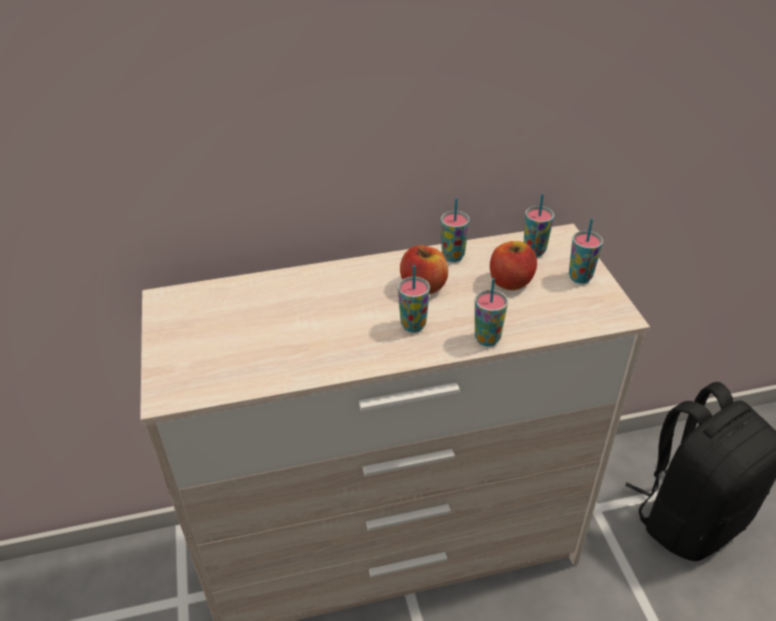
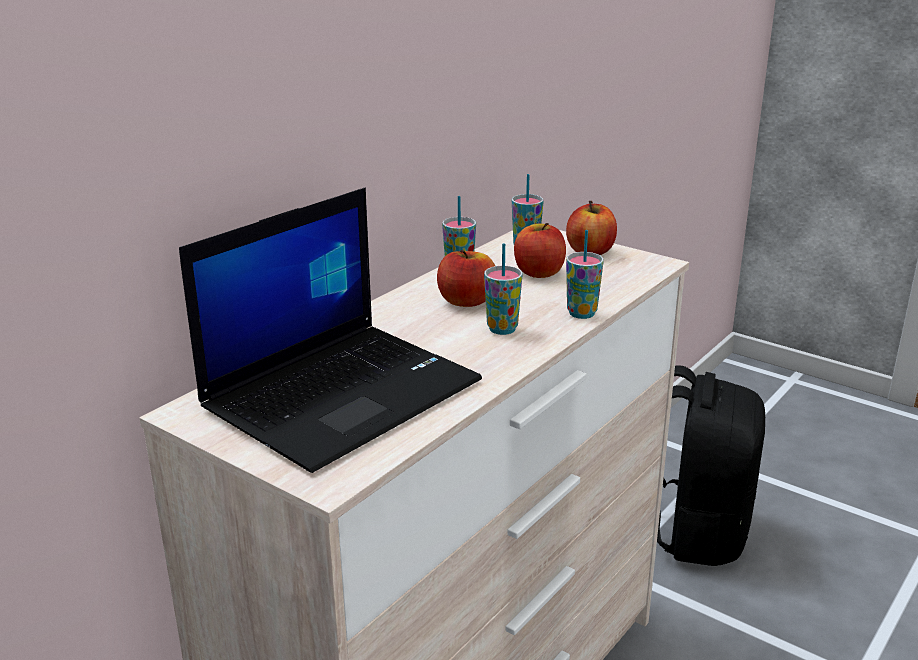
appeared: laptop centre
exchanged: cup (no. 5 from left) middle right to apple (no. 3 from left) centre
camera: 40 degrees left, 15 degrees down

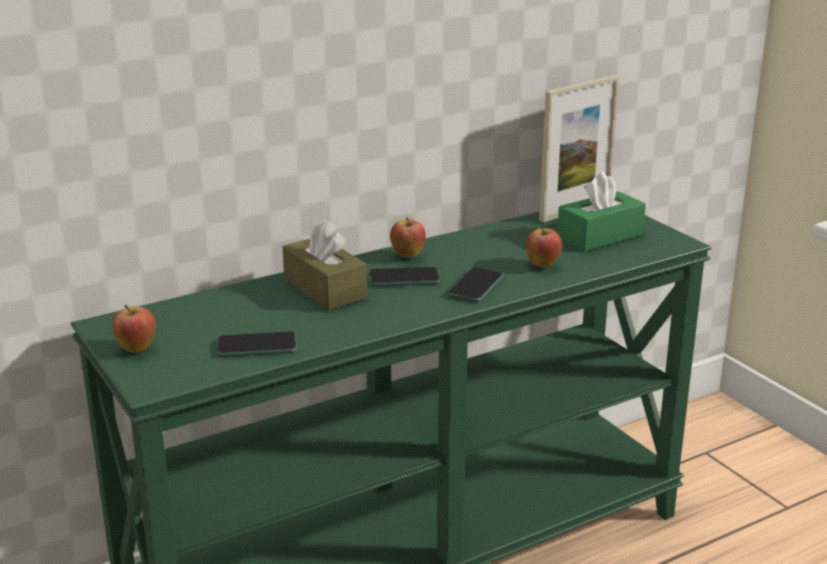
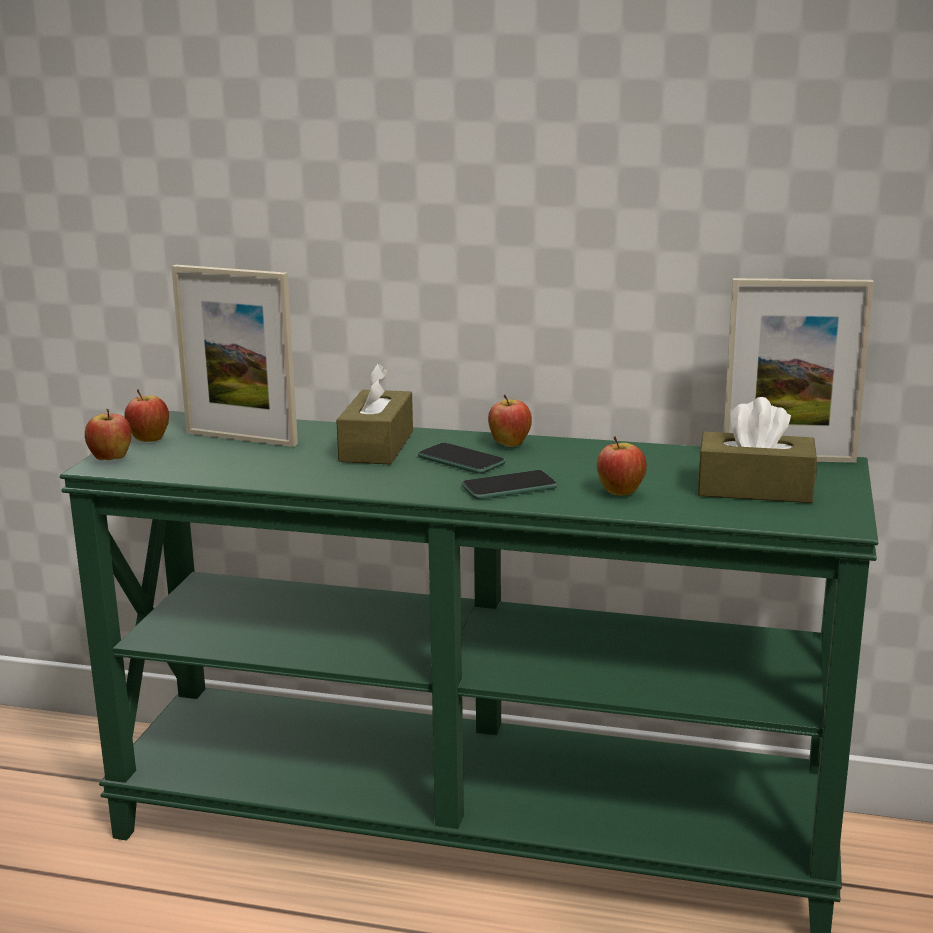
missing: phone (no. 1 from left) middle left
appeared: apple (no. 1 from left) middle left; picture frame (no. 1 from left) middle left
colour: green tissue box middle right to brown tissue box (no. 2 from left) middle right
camera: 45 degrees right, 5 degrees down

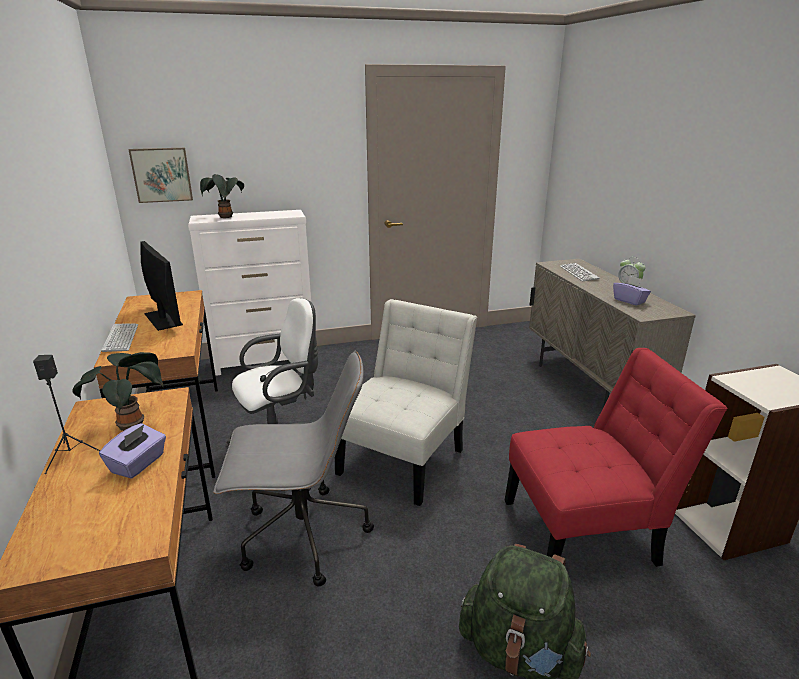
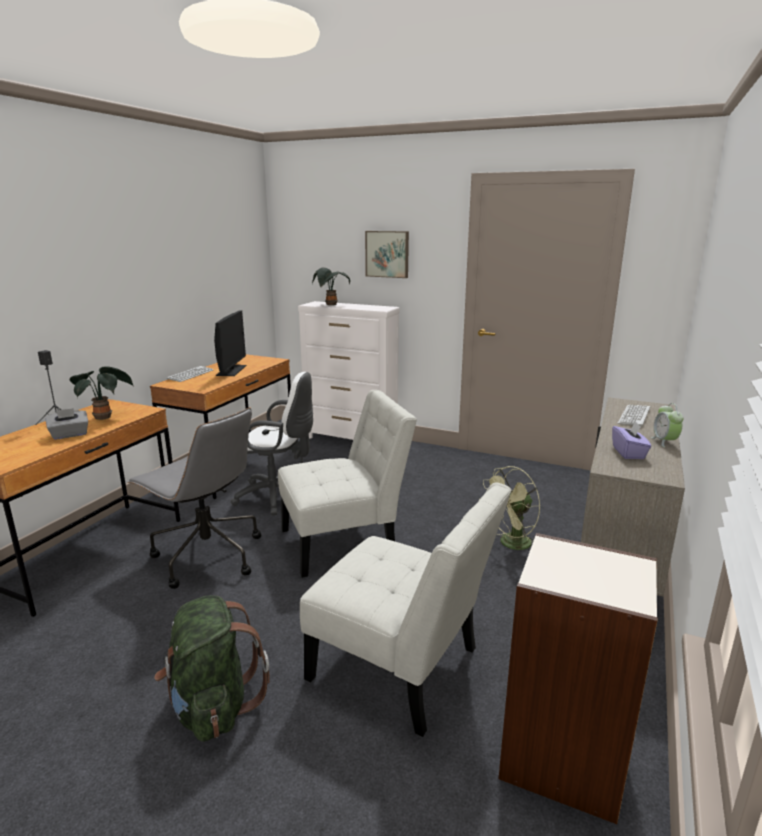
appeared: green fan middle right
relocated: picture top left to top centre
colour: purple tissue box (no. 1 from left) middle left to grey tissue box middle left; red chair bottom right to white chair (no. 2 from left) bottom centre
camera: 40 degrees right, 5 degrees down

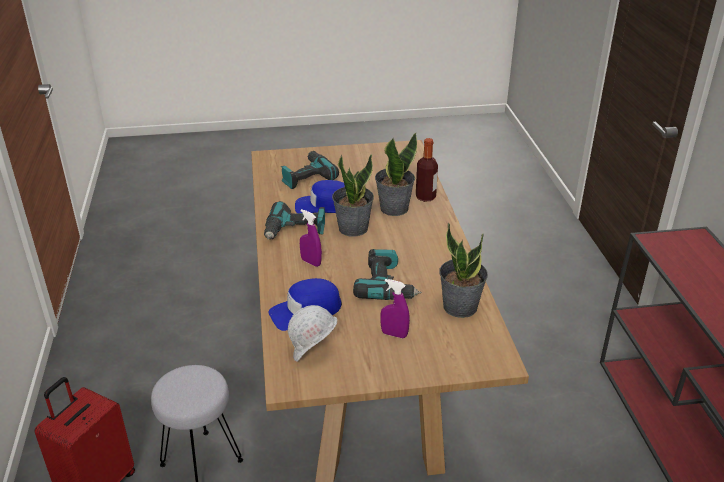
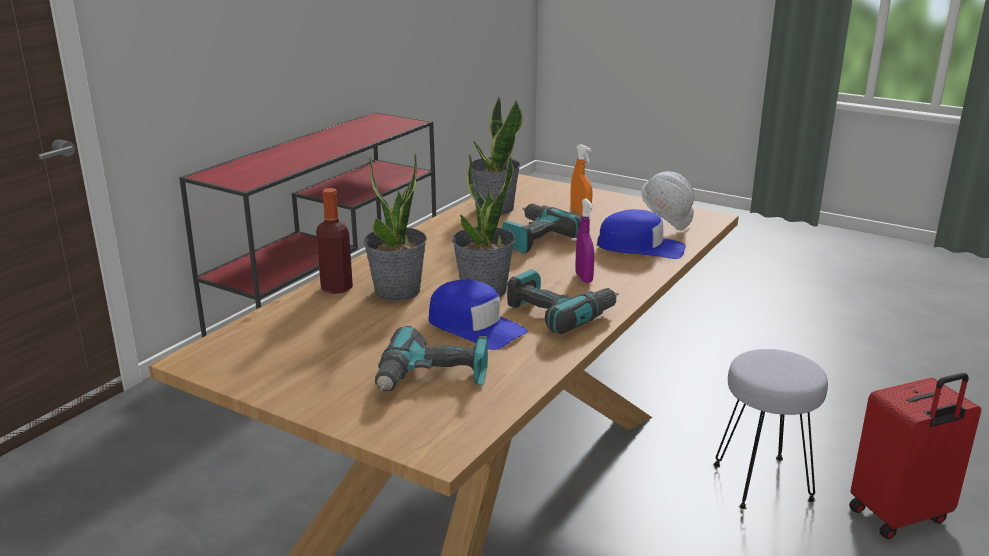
colour: purple spray bottle (no. 2 from left) centre to orange spray bottle top centre
camera: 140 degrees left, 10 degrees down

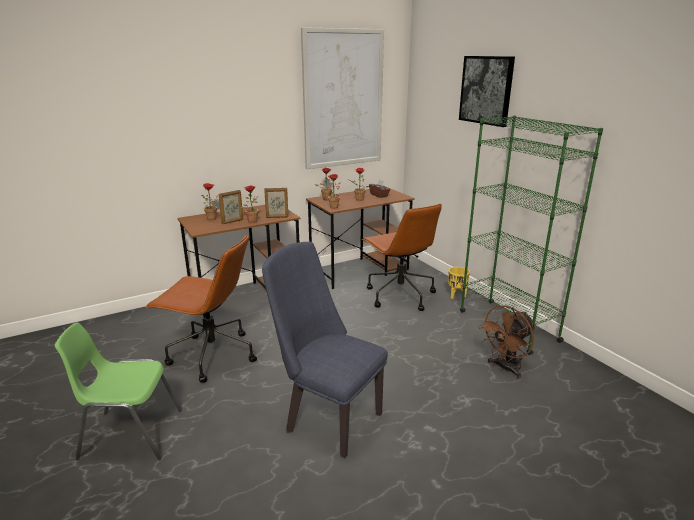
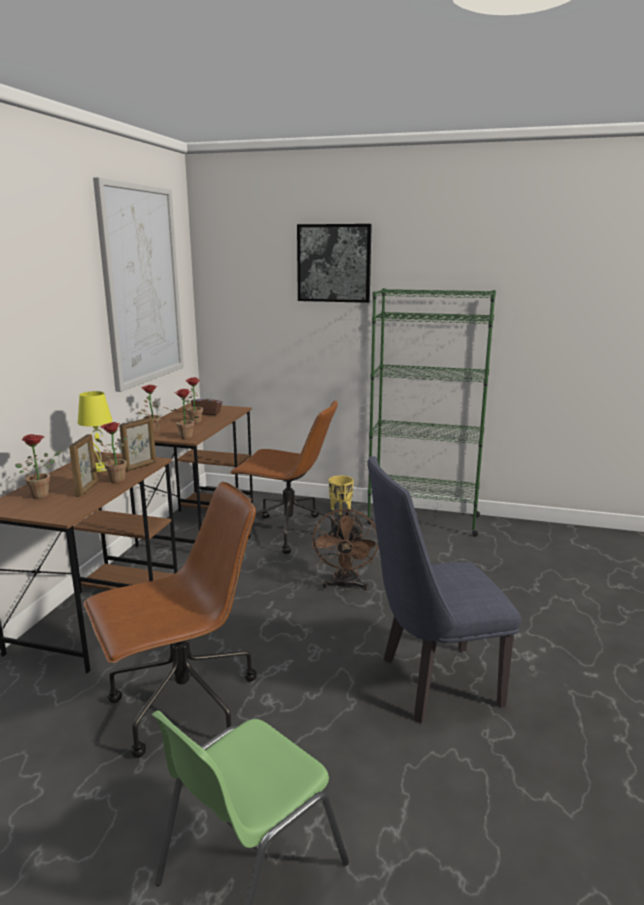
appeared: yellow table lamp middle left
relocated: brown fan middle right to centre
camera: 45 degrees left, 5 degrees down

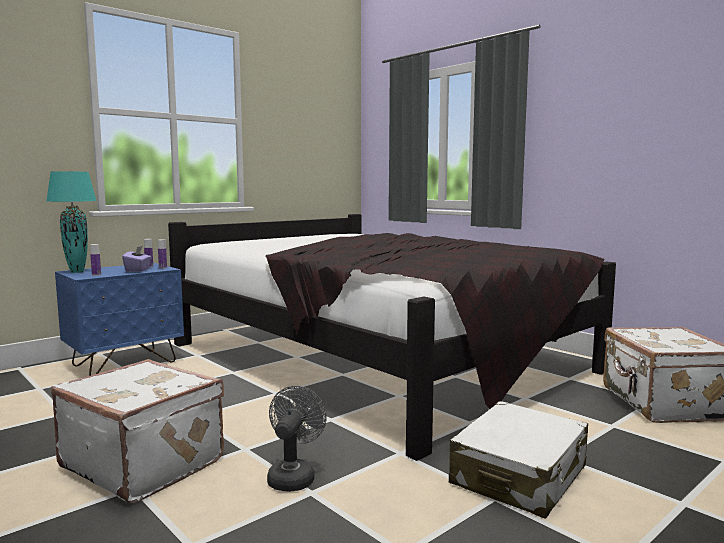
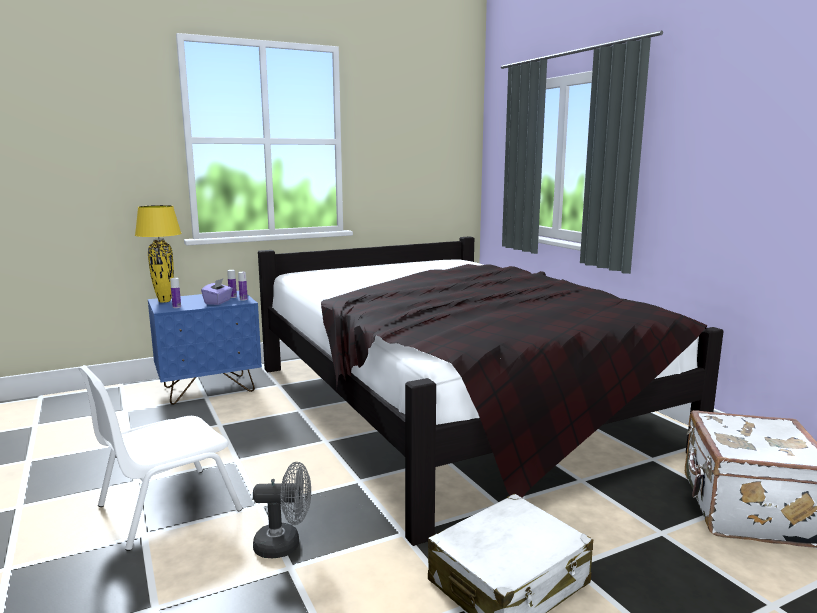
exchanged: white suitcase (no. 1 from left) bottom left to white chair bottom left
colour: turquoise table lamp middle left to yellow table lamp middle left
spun: grey fan bottom centre = bottom centre 60 degrees clockwise
camera: 15 degrees right, 5 degrees up

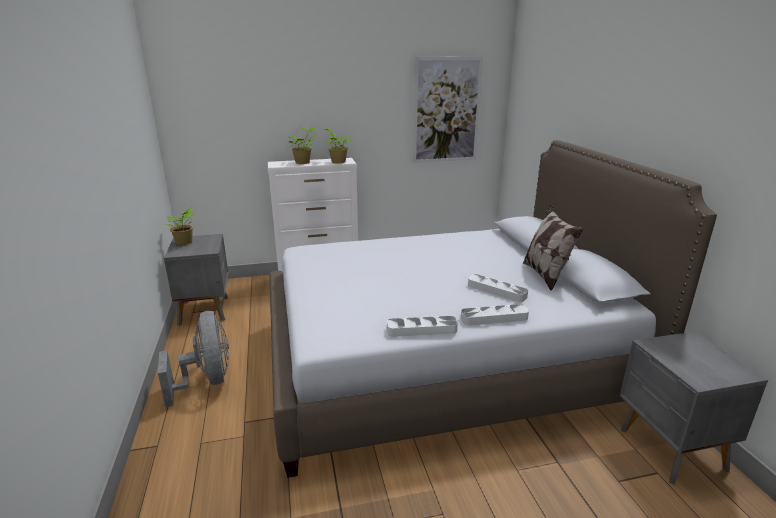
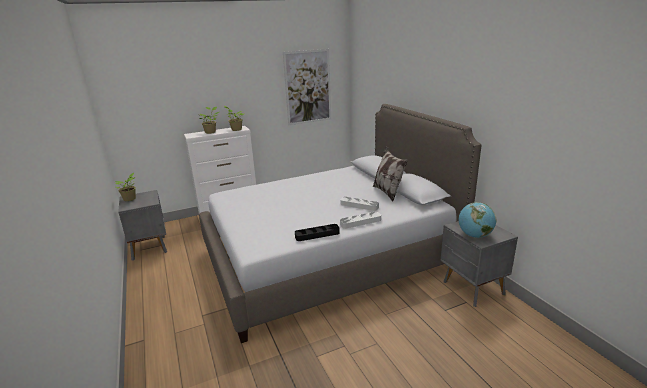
missing: grey fan bottom left
appeared: globe middle right
colour: white tray (no. 1 from left) centre to black tray centre
camera: 10 degrees left, 0 degrees up

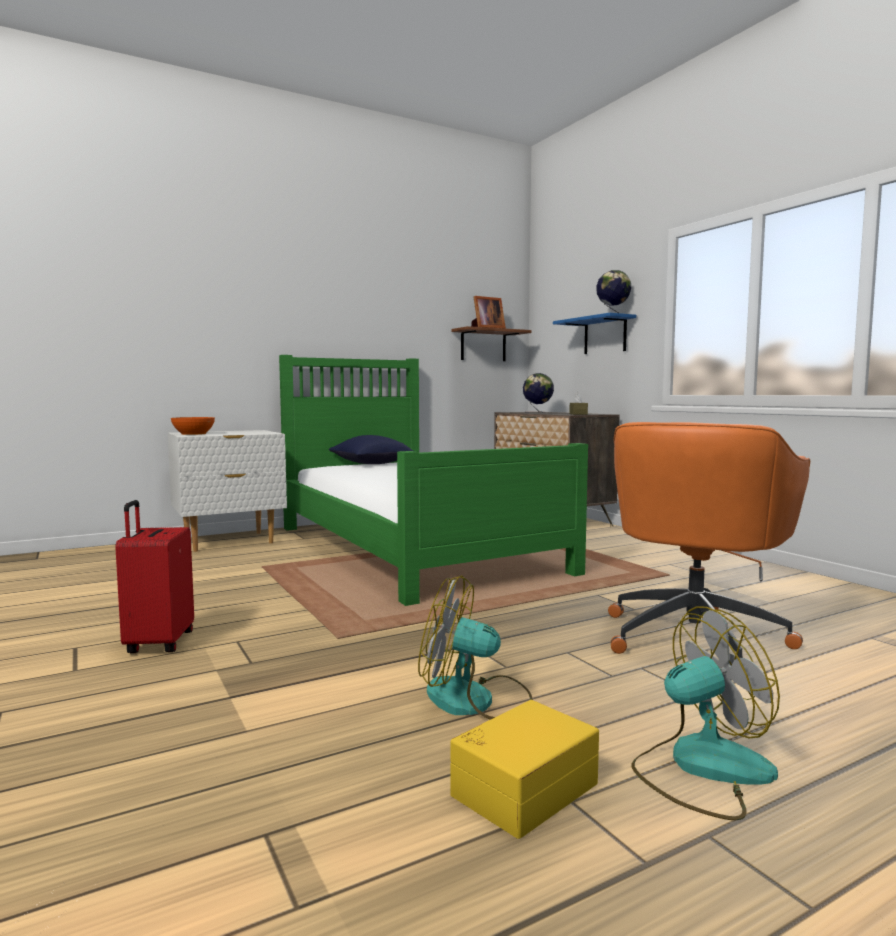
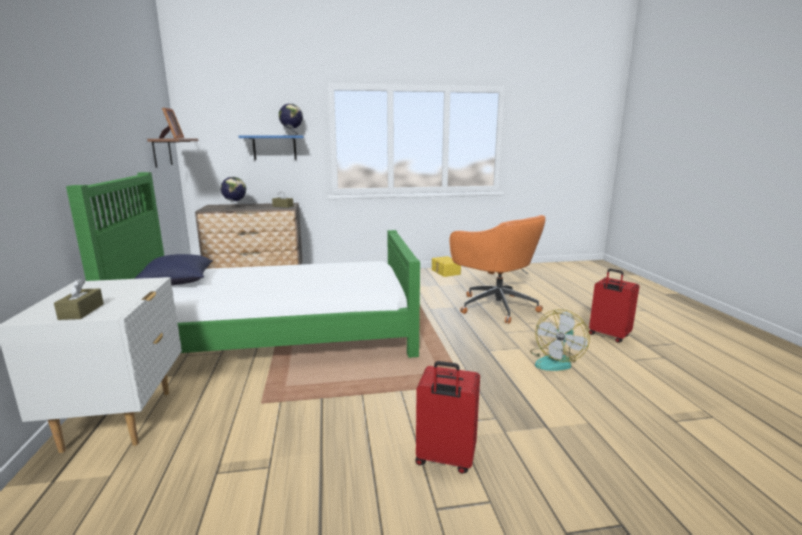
relocated: yellow storage box bottom centre to centre
exchanged: orange bowl middle left to brown tissue box (no. 1 from left) middle left; fan (no. 2 from left) bottom right to red suitcase (no. 2 from left) middle right
camera: 70 degrees left, 10 degrees up

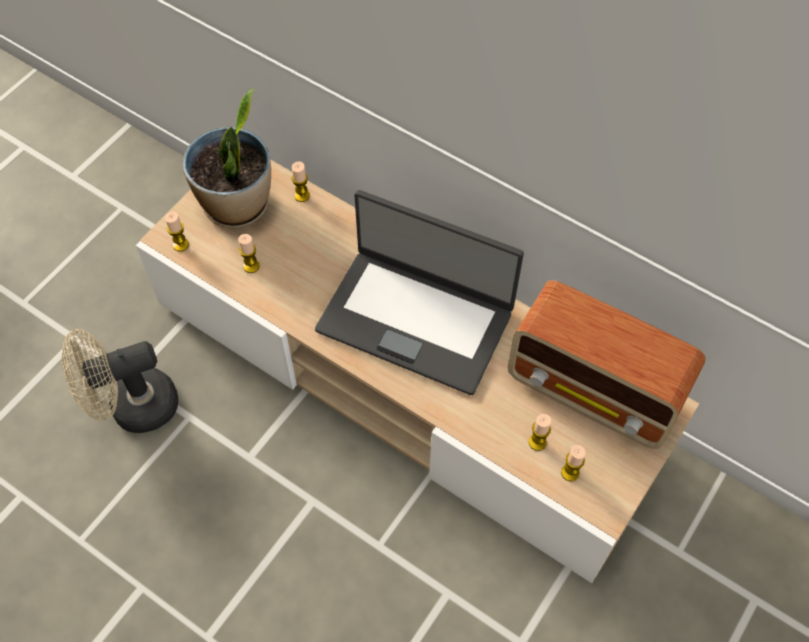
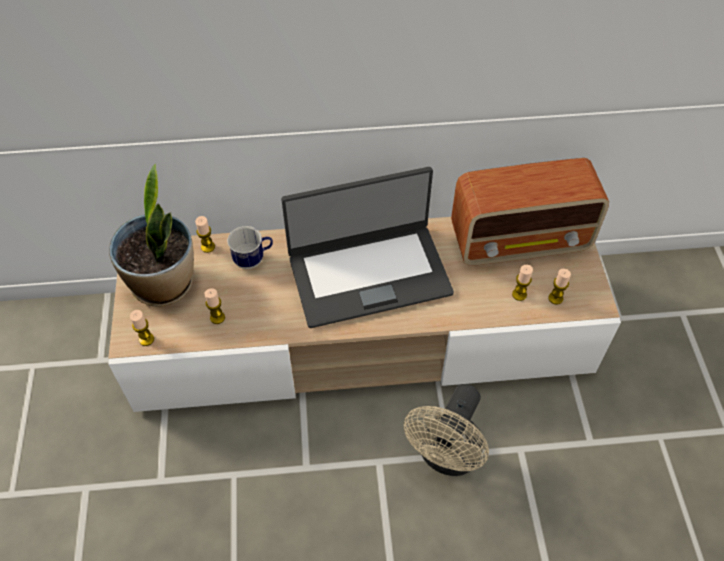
appeared: mug centre
relocated: beige fan middle left to bottom centre
camera: 40 degrees left, 5 degrees down

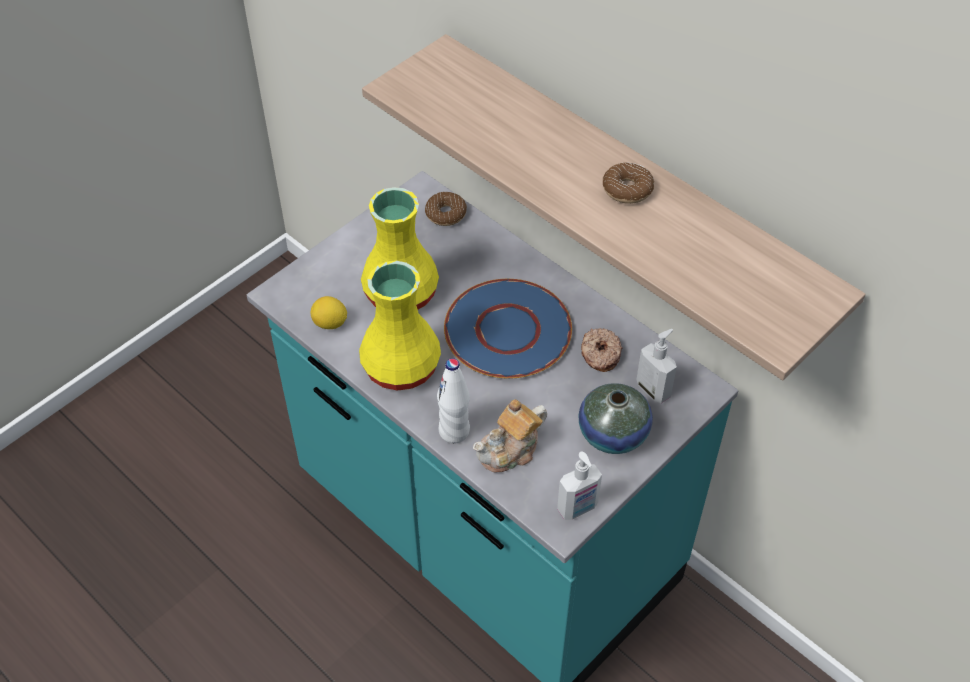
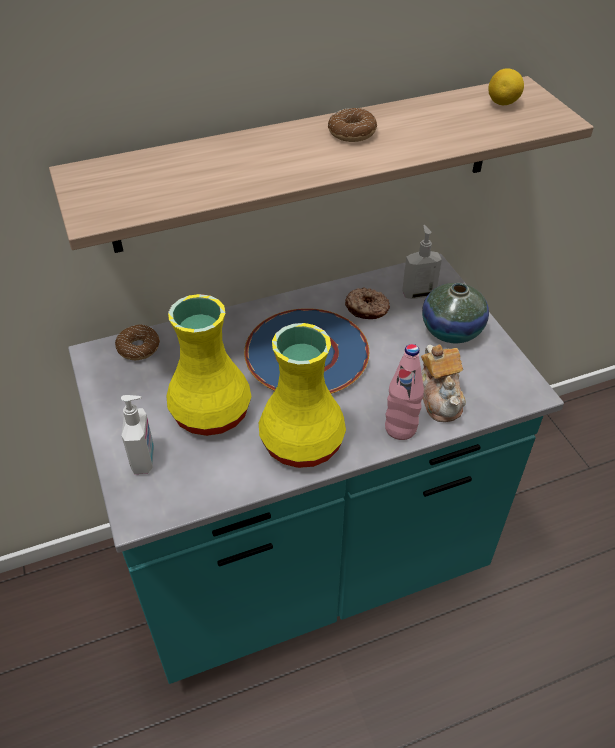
relocated: lemon centre to top right; soap dispenser (no. 1 from left) bottom centre to middle left
colour: white bottle centre to pink bottle centre
camera: 65 degrees left, 5 degrees down

